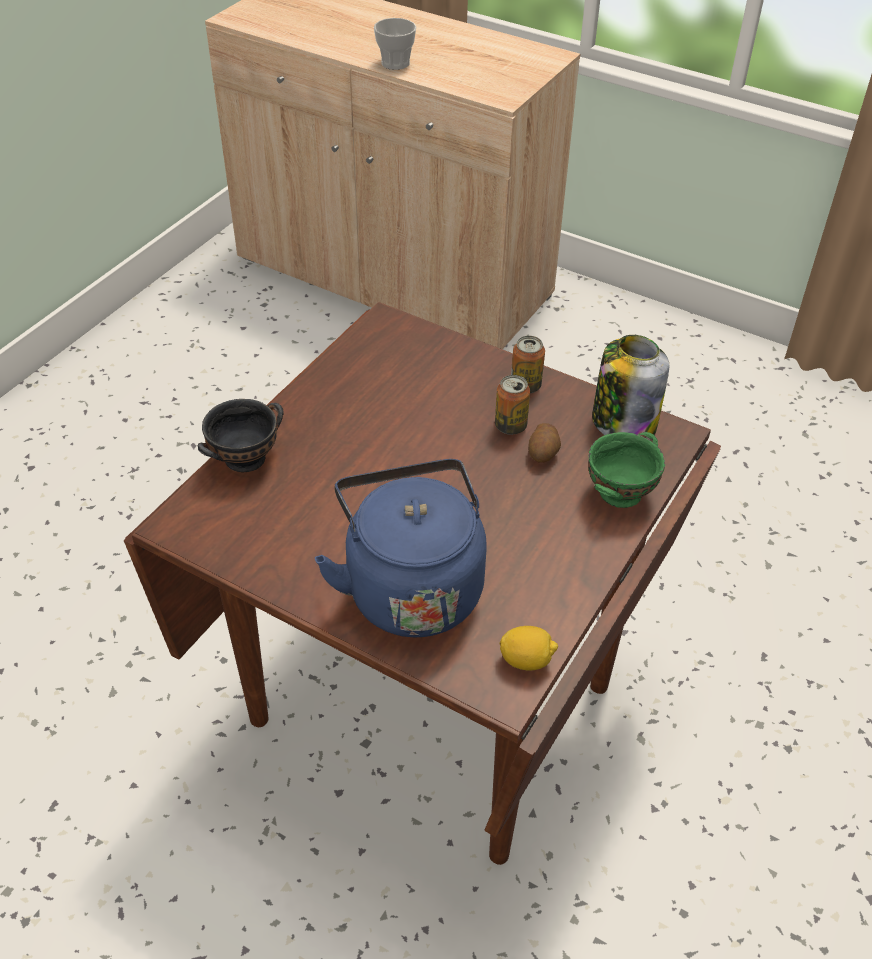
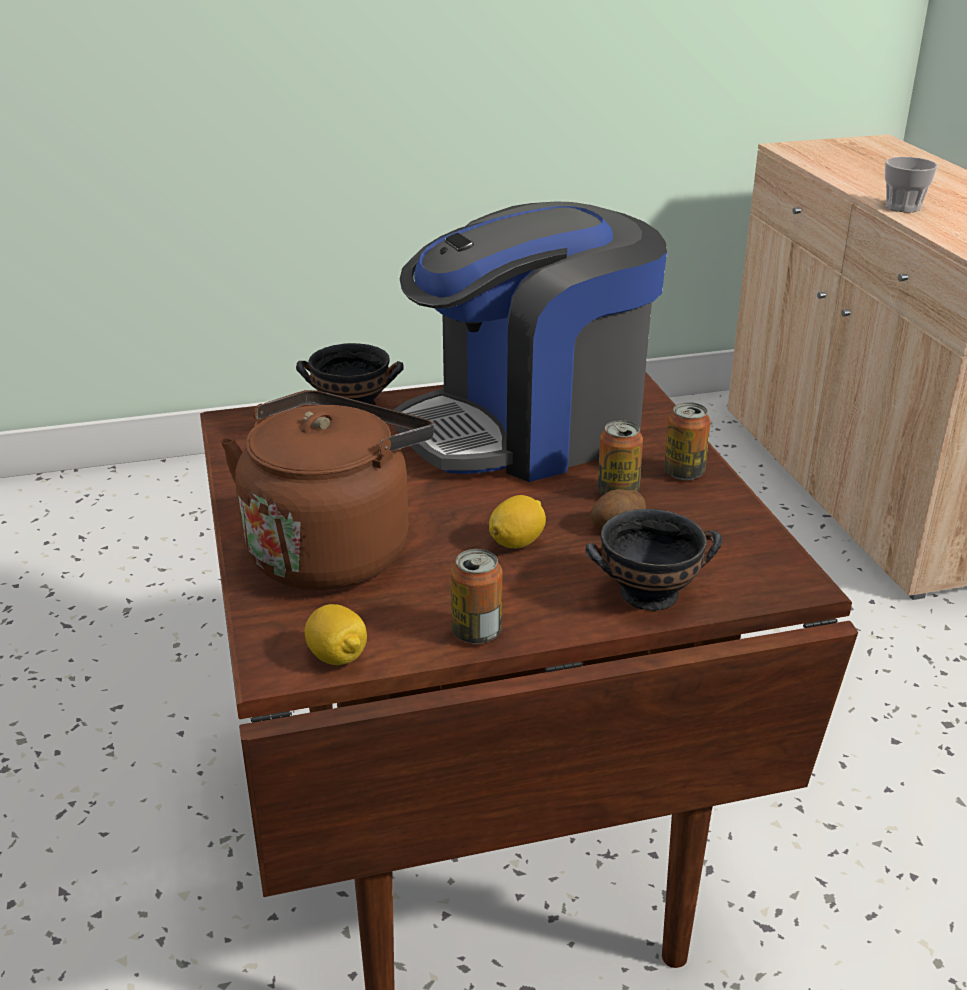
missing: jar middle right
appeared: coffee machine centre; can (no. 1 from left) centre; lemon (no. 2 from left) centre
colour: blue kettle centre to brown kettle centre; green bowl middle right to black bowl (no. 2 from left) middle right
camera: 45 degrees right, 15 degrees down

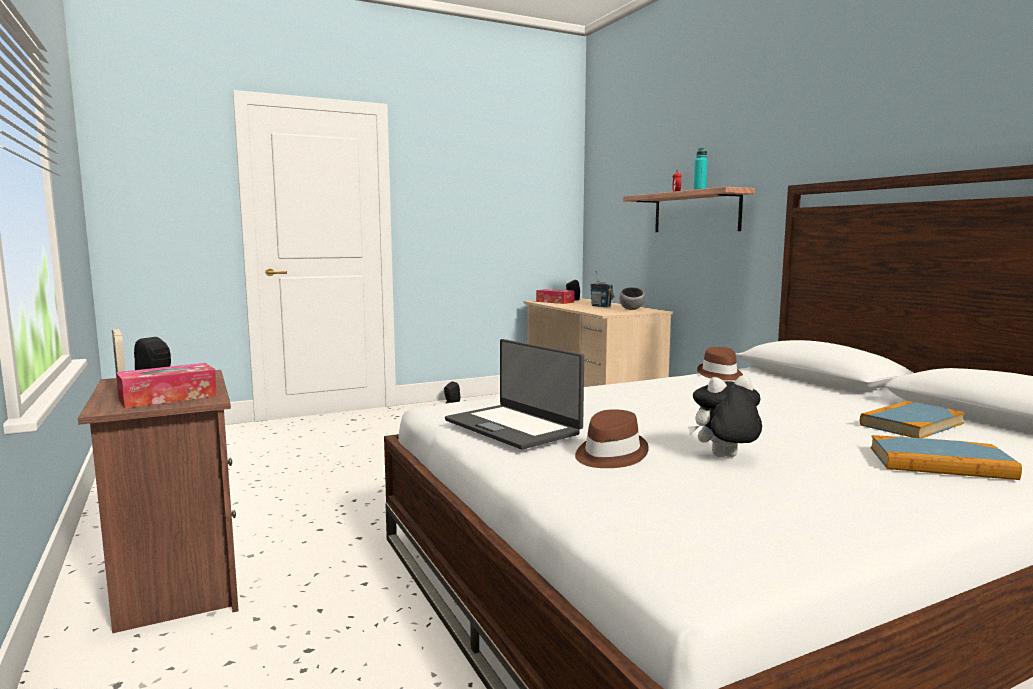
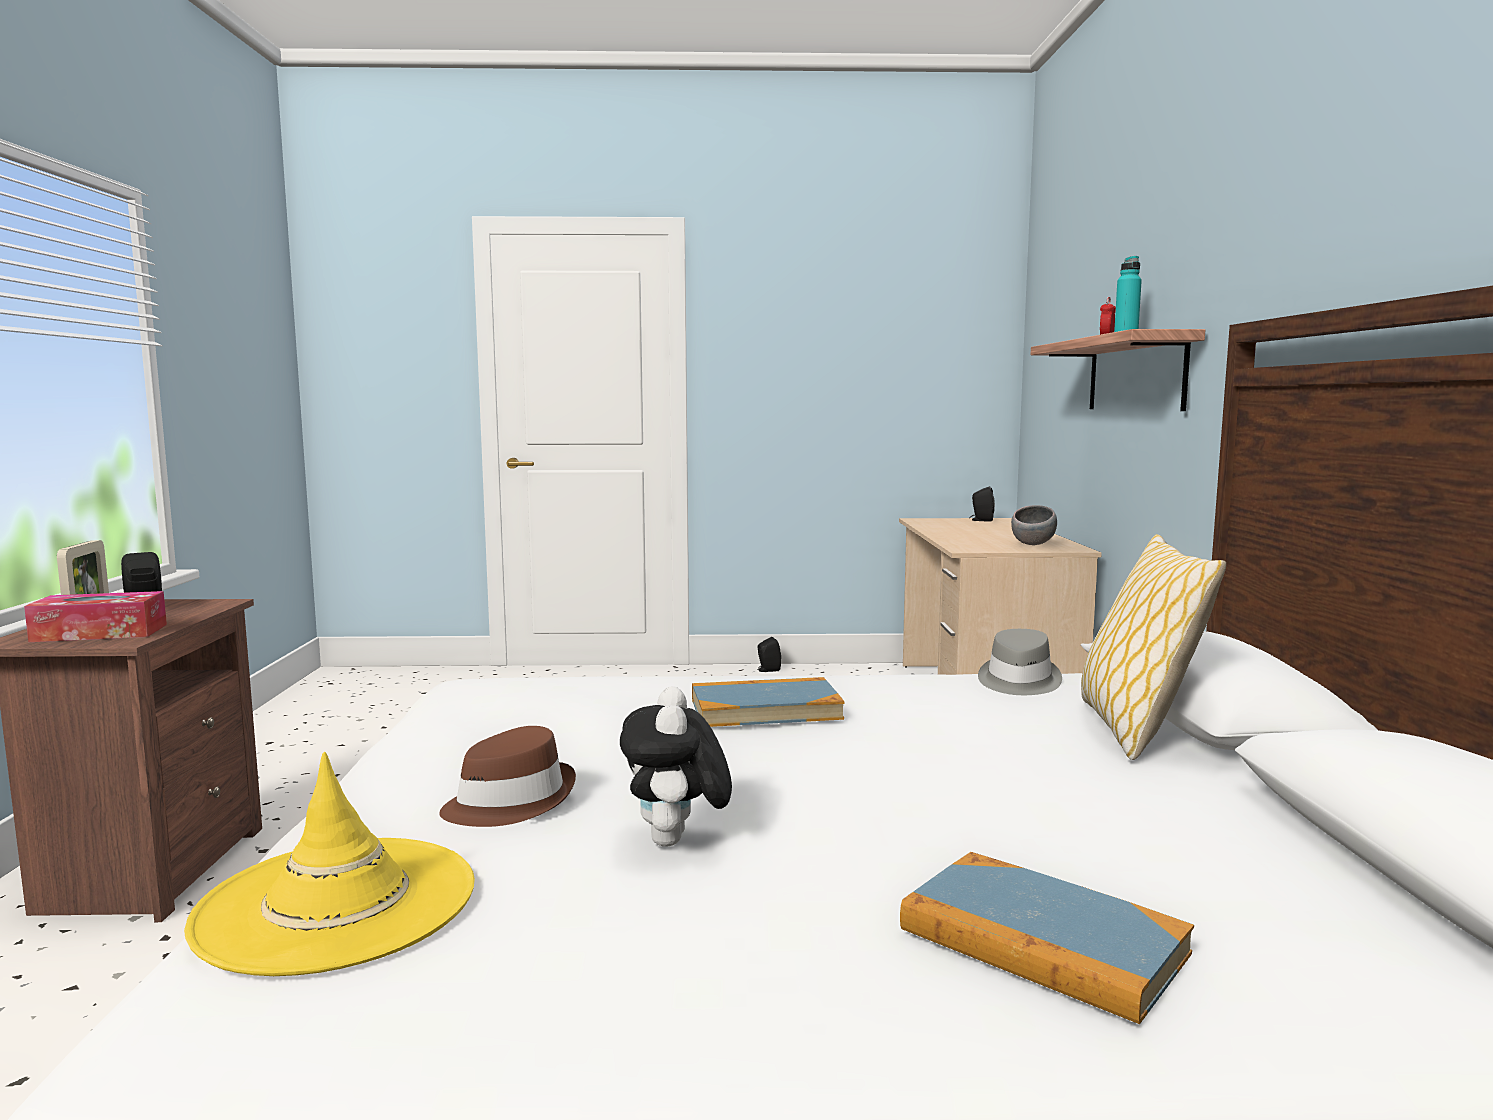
missing: laptop centre; tissue box (no. 2 from left) centre; radio centre
appeared: yellow hat bottom left; pillow middle right
relocated: book (no. 1 from left) middle right to centre
colour: brown hat (no. 2 from left) middle right to grey hat middle right
spun: plush toy middle right = bottom centre 105 degrees counterclockwise
camera: 25 degrees right, 0 degrees up

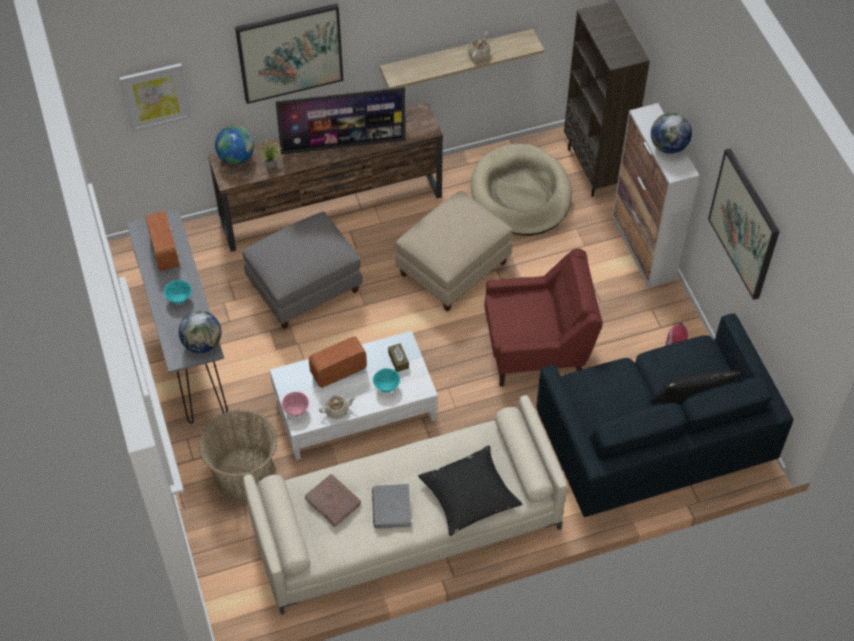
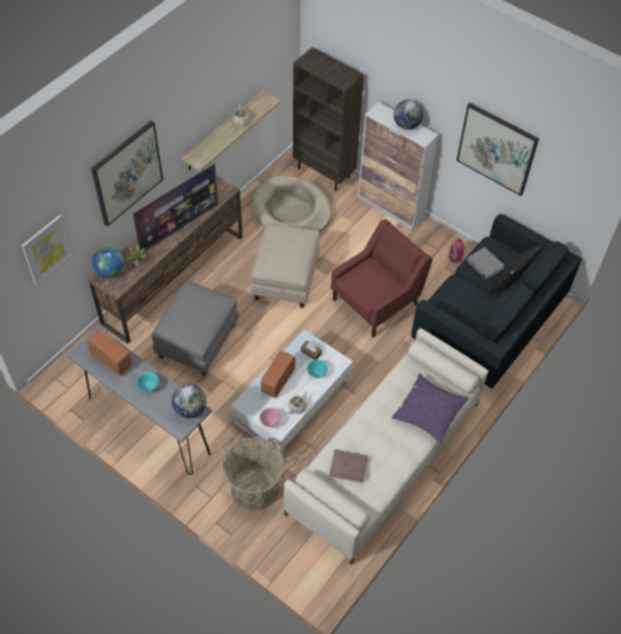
relocated: grey book bottom centre to middle right
colour: black pillow (no. 1 from left) bottom centre to purple pillow middle right
camera: 35 degrees left, 0 degrees up

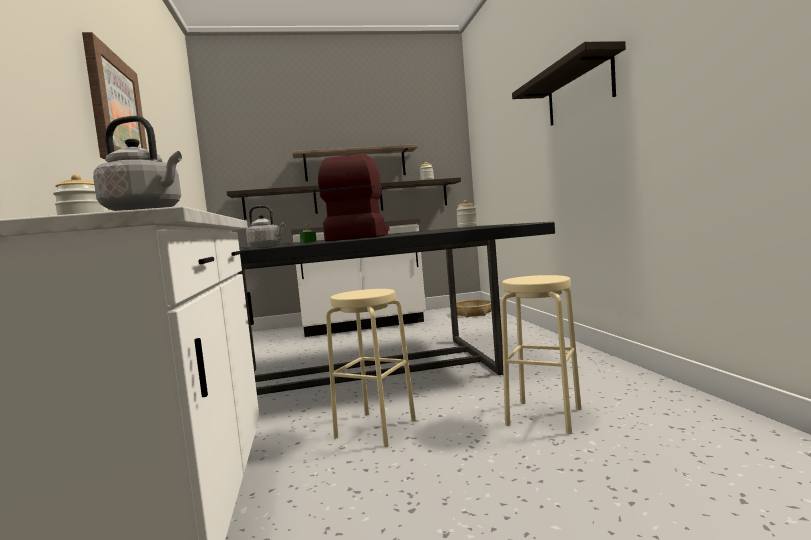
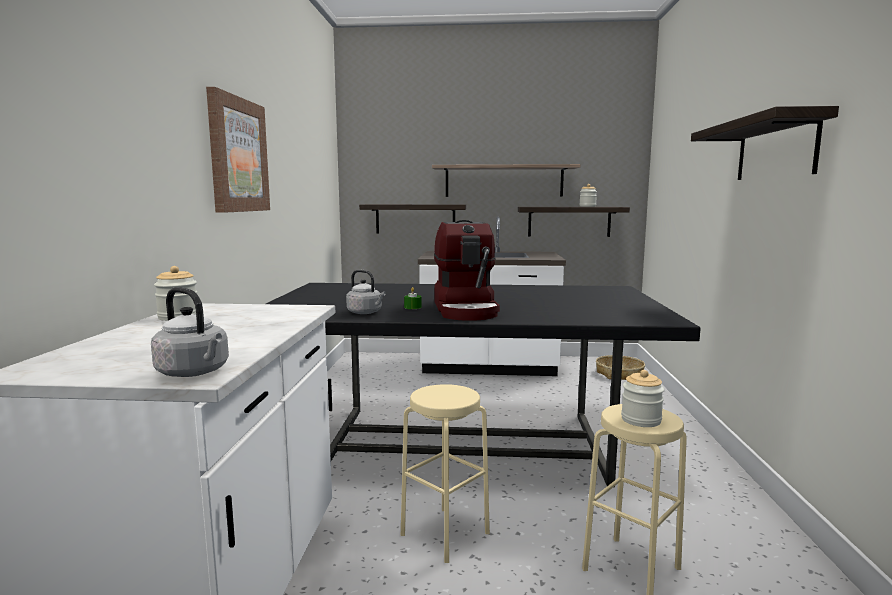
relocated: jar (no. 3 from left) centre to bottom right
spun: coffee machine centre = centre 150 degrees clockwise
camera: 15 degrees right, 5 degrees up

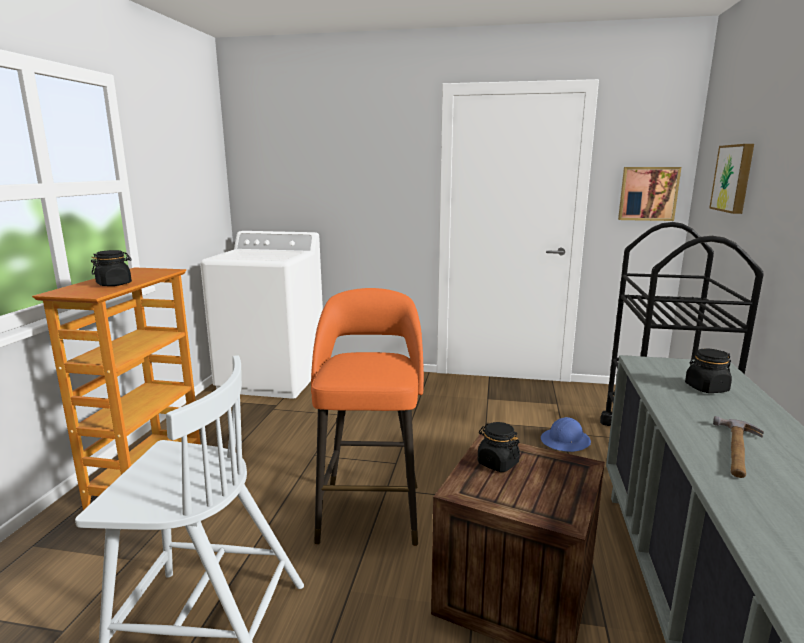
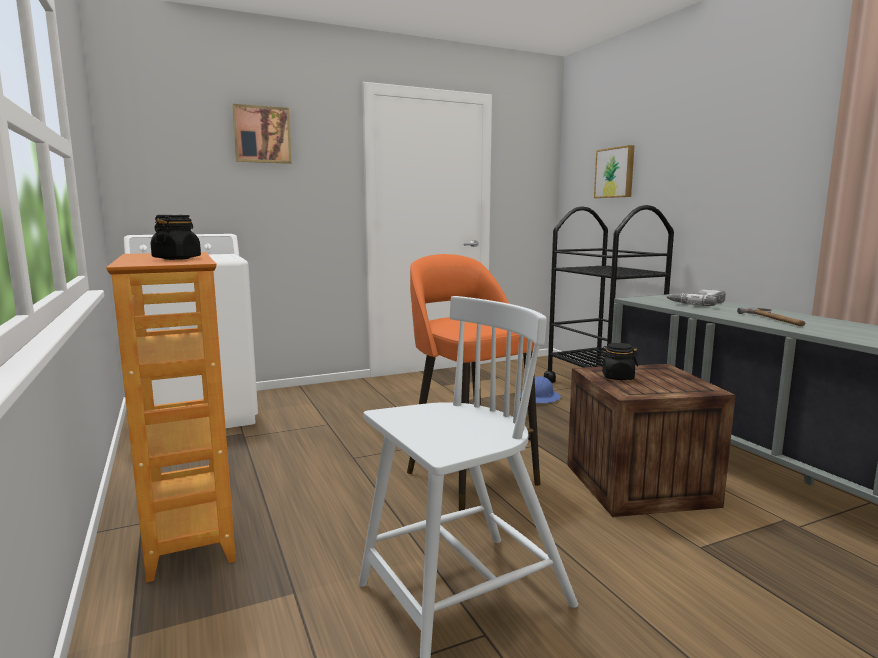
relocated: picture (no. 1 from left) top right to top left
exchanged: black jar (no. 3 from left) middle right to power drill middle right
camera: 35 degrees left, 5 degrees down

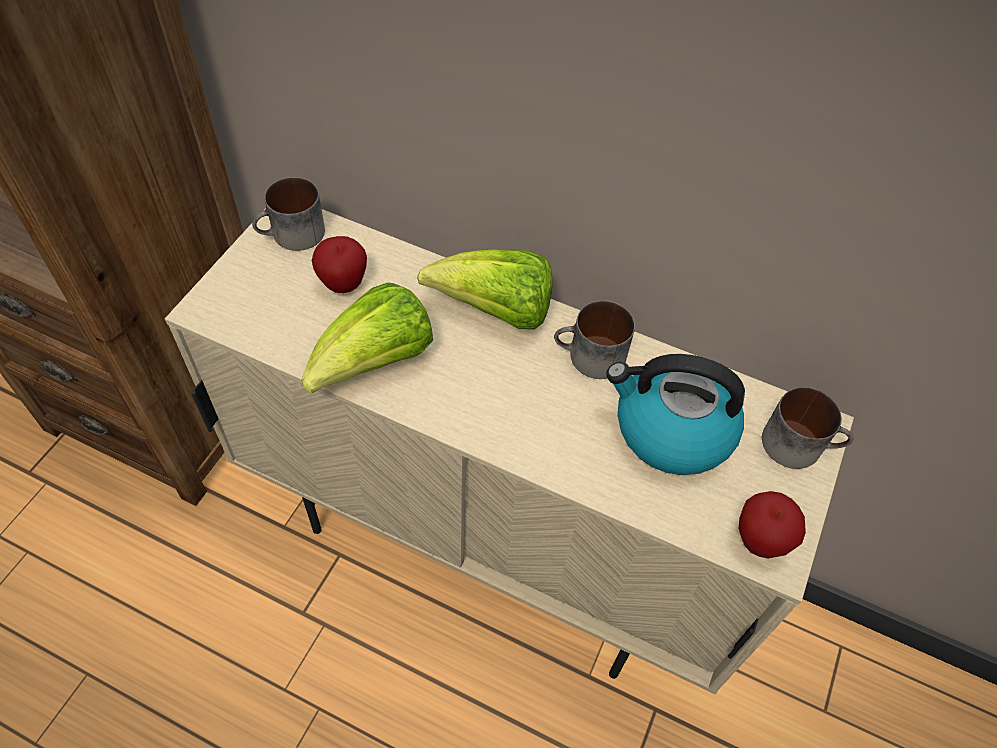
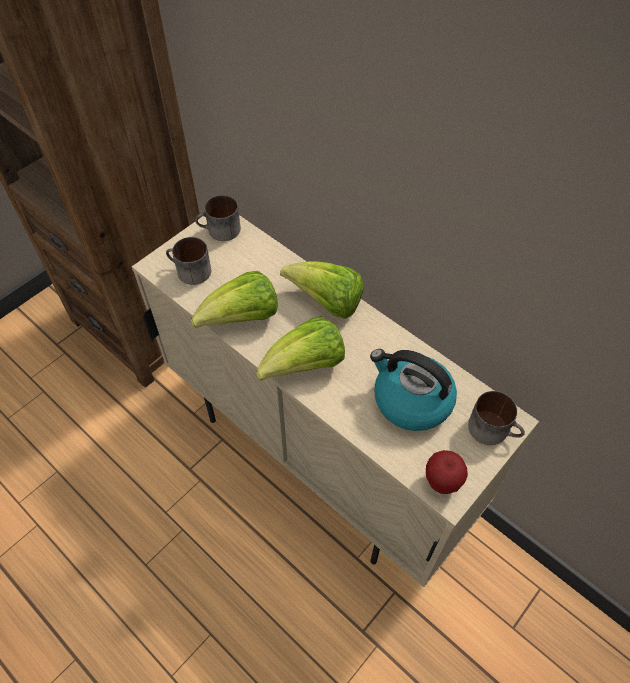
missing: apple (no. 1 from left) centre
appeared: lettuce (no. 2 from left) centre
relocated: mug (no. 2 from left in the first image) centre to mug (no. 1 from left) middle left
camera: 20 degrees right, 0 degrees up

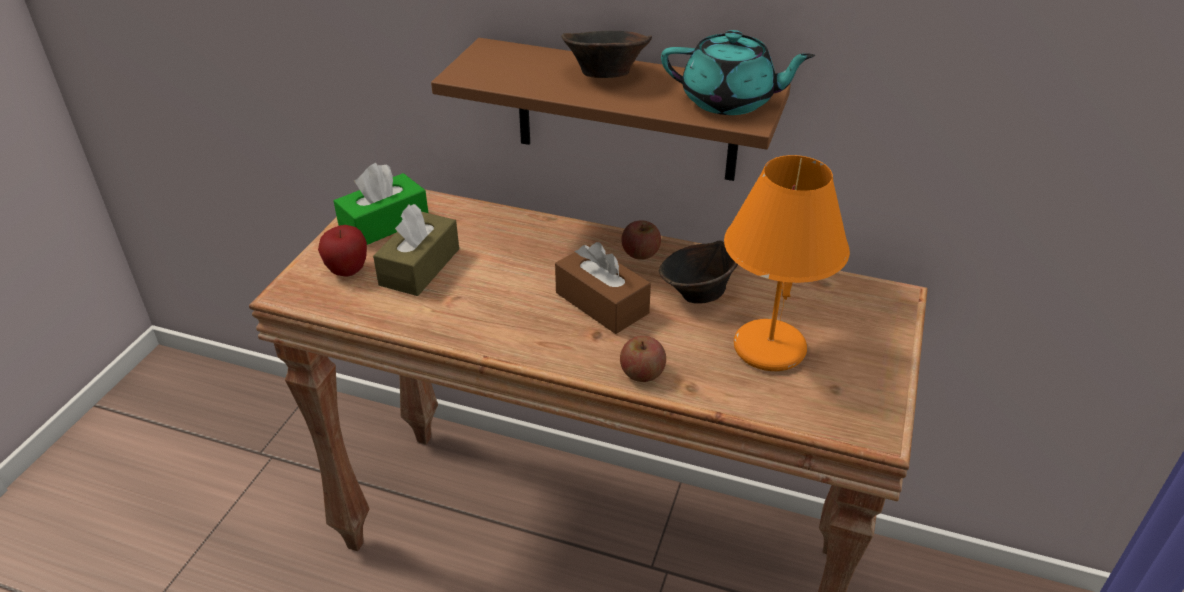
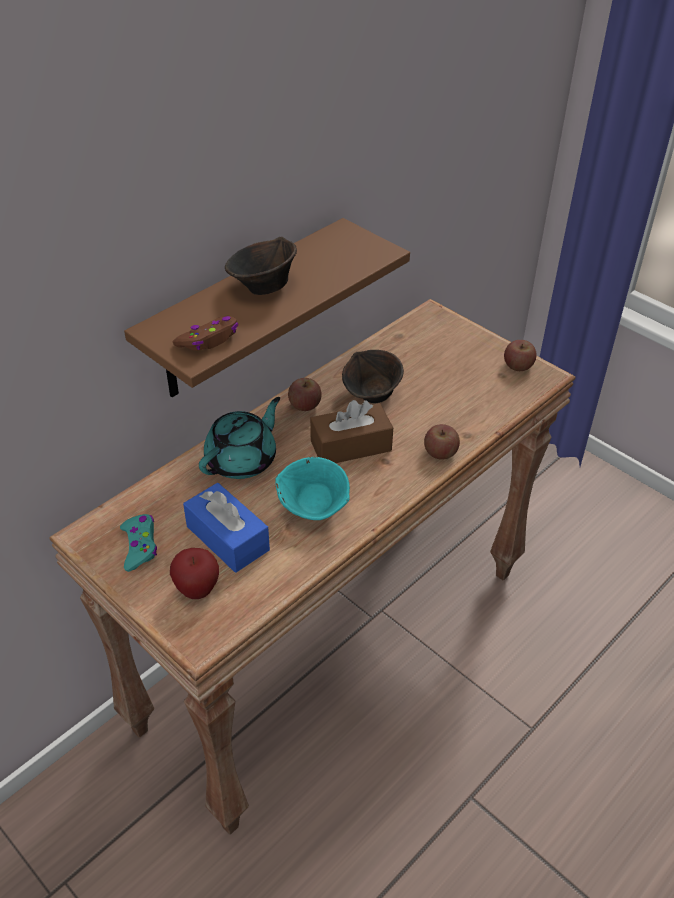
missing: orange table lamp centre
appeared: brown game controller middle left; turquoise bowl centre; apple (no. 4 from left) middle right
relocated: turquoise teapot top centre to centre
exchanged: green tissue box middle left to turquoise game controller middle left
colour: brown tissue box (no. 1 from left) centre to blue tissue box centre
camera: 65 degrees left, 5 degrees up

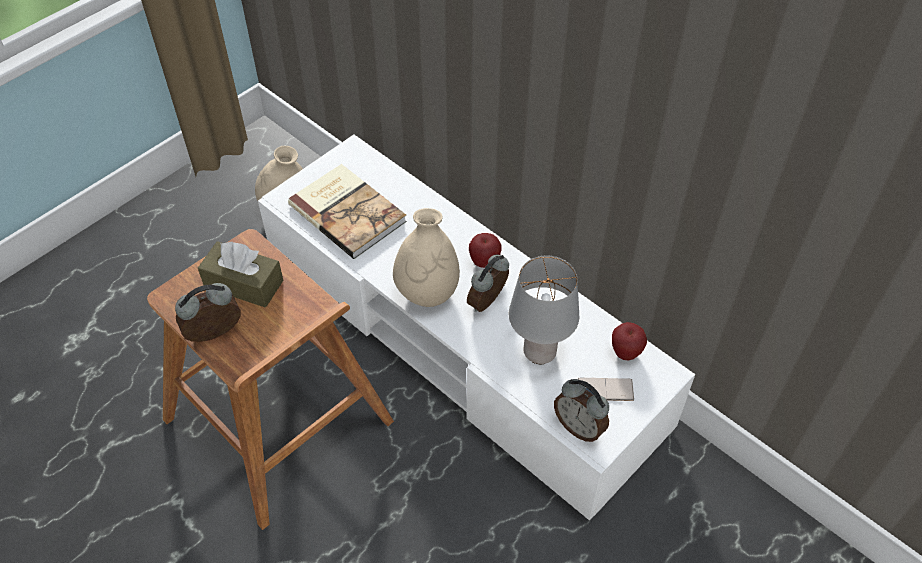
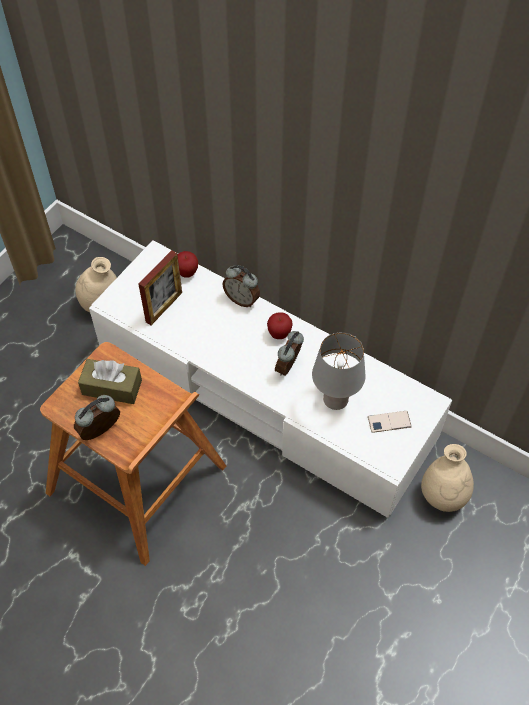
relocated: beige vase (no. 2 from left) centre to bottom right; alarm clock (no. 3 from left in the first image) bottom centre to alarm clock (no. 2 from left) centre; apple (no. 2 from left in the first image) middle right to apple (no. 1 from left) centre
exchanged: book centre to picture frame middle left
camera: 10 degrees left, 5 degrees up

